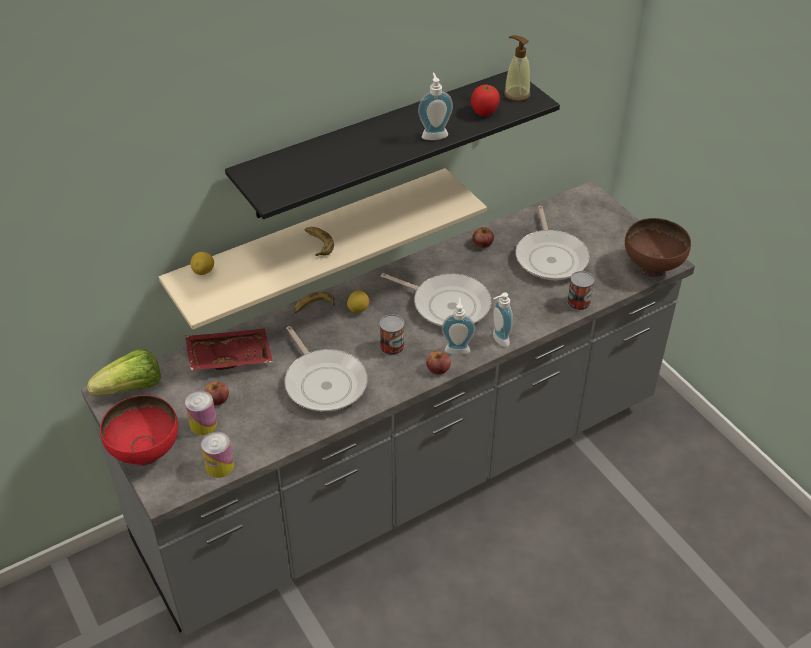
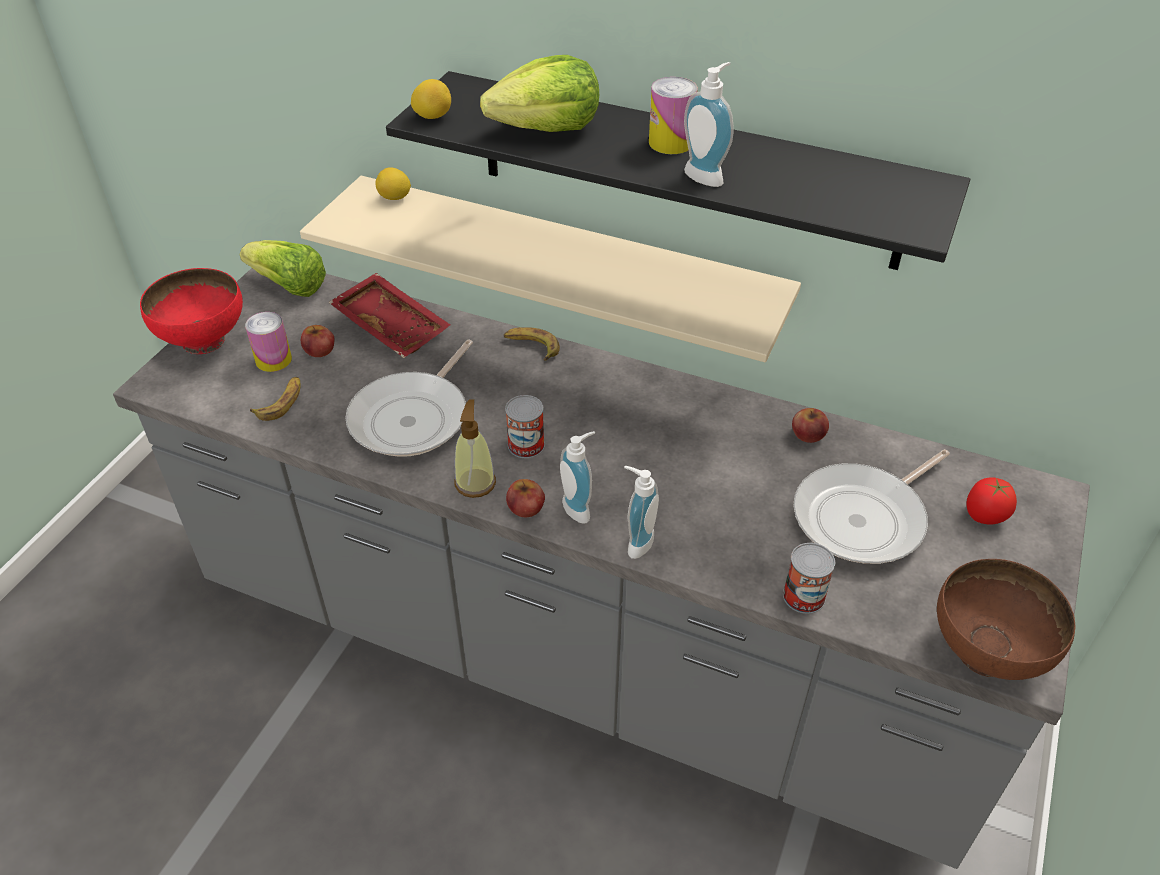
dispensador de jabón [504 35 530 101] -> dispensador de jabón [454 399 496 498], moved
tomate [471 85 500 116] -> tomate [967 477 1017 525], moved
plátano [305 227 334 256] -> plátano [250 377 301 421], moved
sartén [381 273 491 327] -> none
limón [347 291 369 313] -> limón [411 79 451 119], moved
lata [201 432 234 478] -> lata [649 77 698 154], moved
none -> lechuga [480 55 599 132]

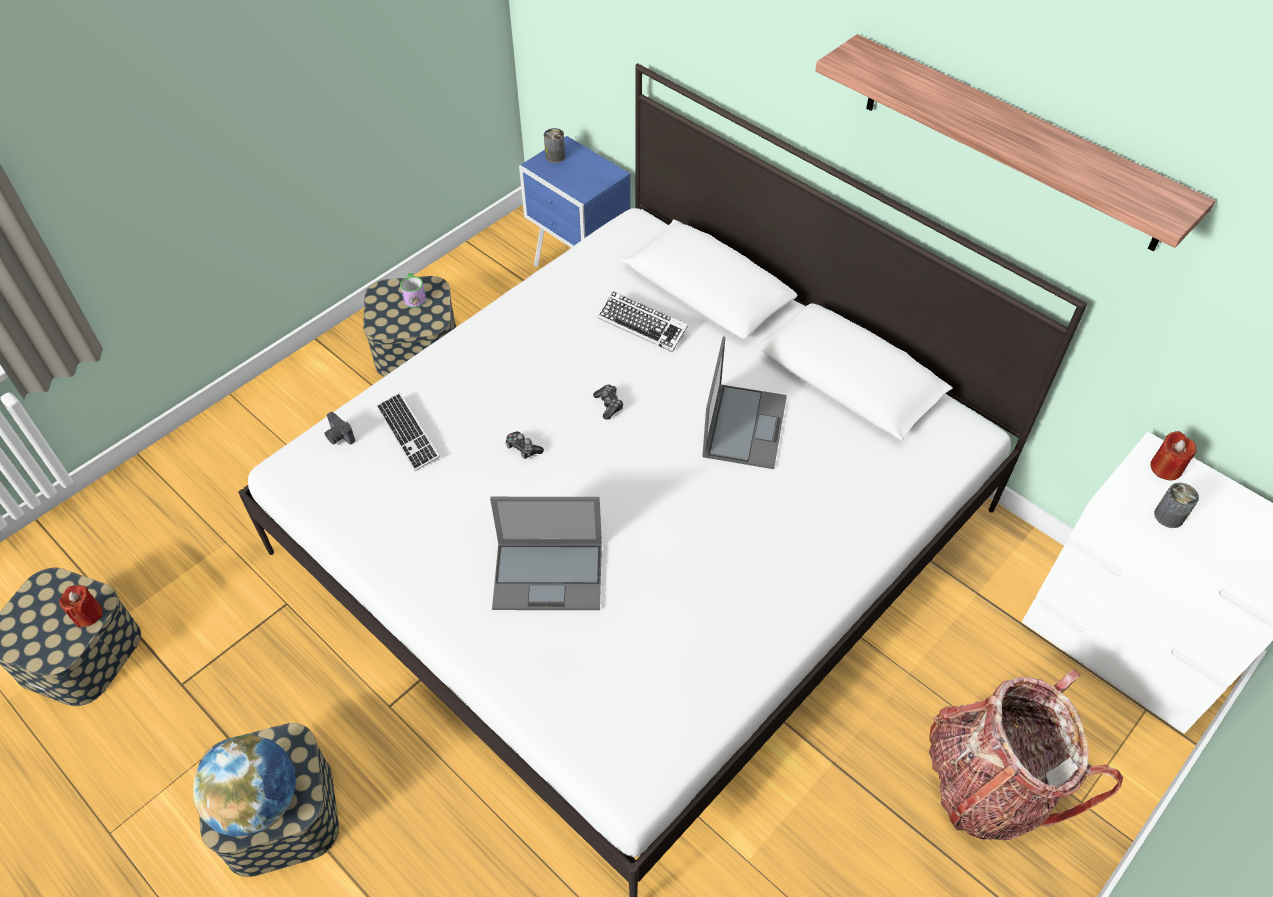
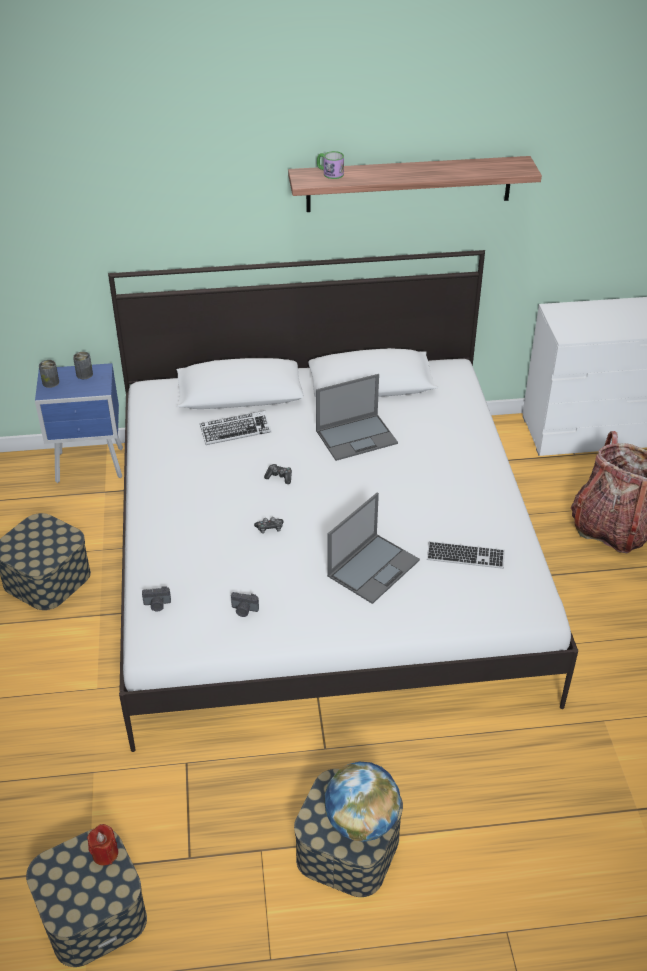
taza grande [400 273 426 308] -> taza grande [317 151 344 179], moved
portátil [703 336 787 469] -> portátil [316 374 398 461], 105 degrees clockwise
teclado [376 393 440 472] -> teclado [427 541 505 569], moved
vela/rojo [1150 431 1197 481] -> none
lata [1154 483 1199 528] -> lata [73 352 93 379], moved
none -> cámara [231 592 259 617]

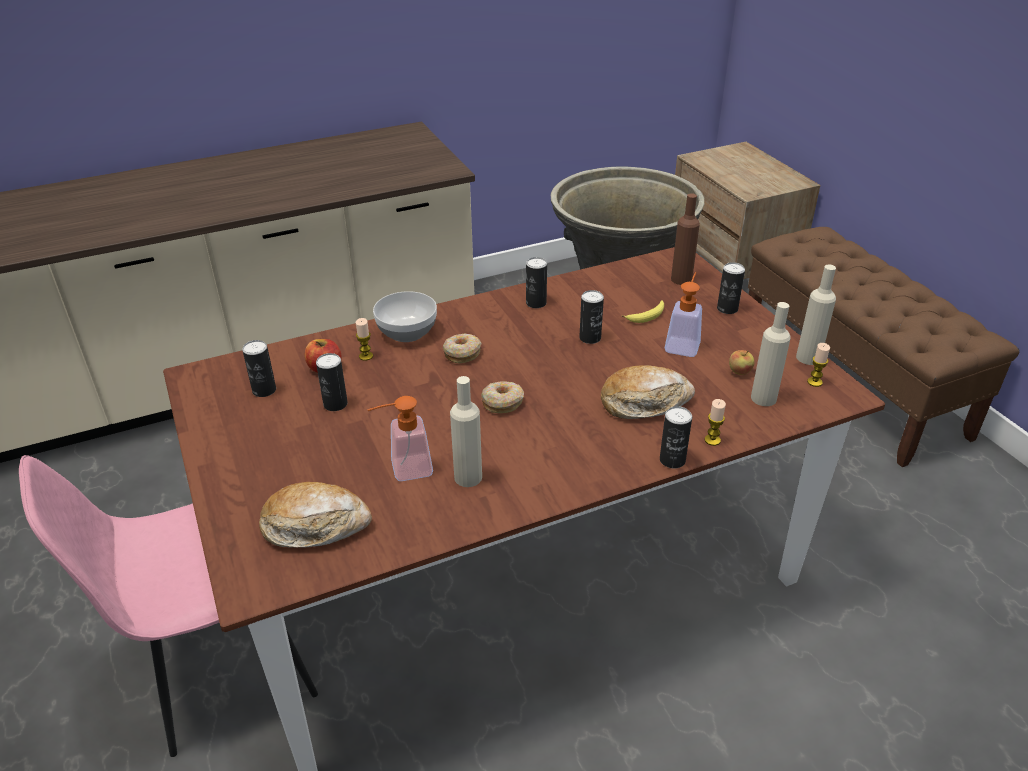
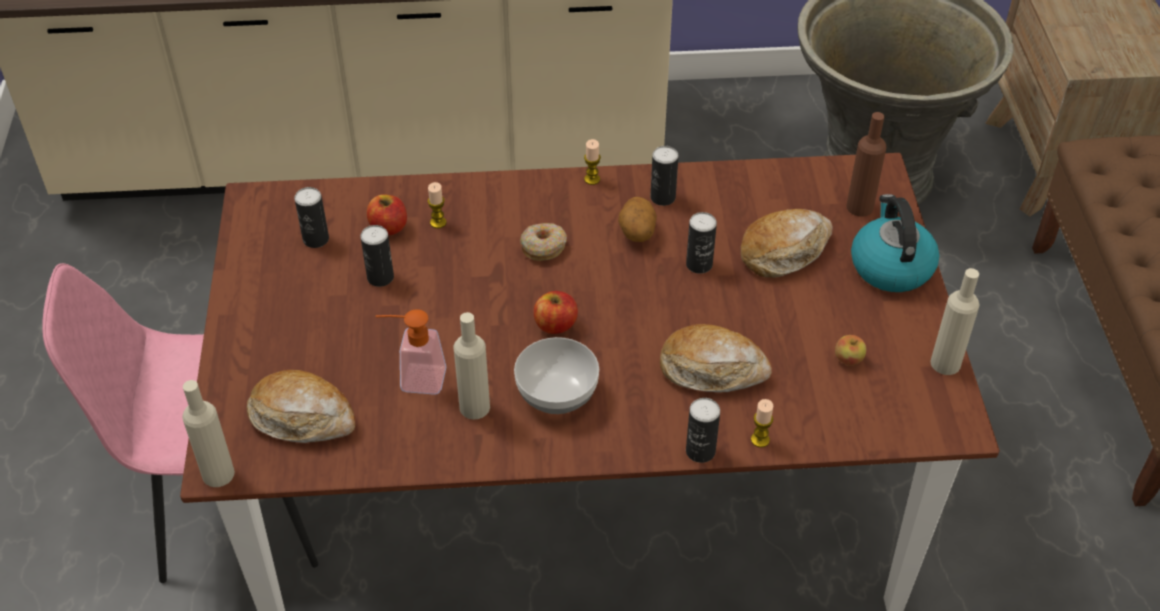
lata [717 262 745 314] -> hervidor [851 194 939 292]
dispensador de jabón [665 272 702 357] -> none
cuenco [373 291 437 342] -> cuenco [514 337 599 414], moved
plátano [622 300 664 323] -> pan [741 209 833 278]
botella/beis [751 302 791 406] -> botella/beis [182 380 235 487], moved
vela [807 343 830 387] -> vela [584 139 601 185], moved
rosquilla [481 381 524 413] -> manzana [534 291 578 334]
none -> patata [618 197 657 242]

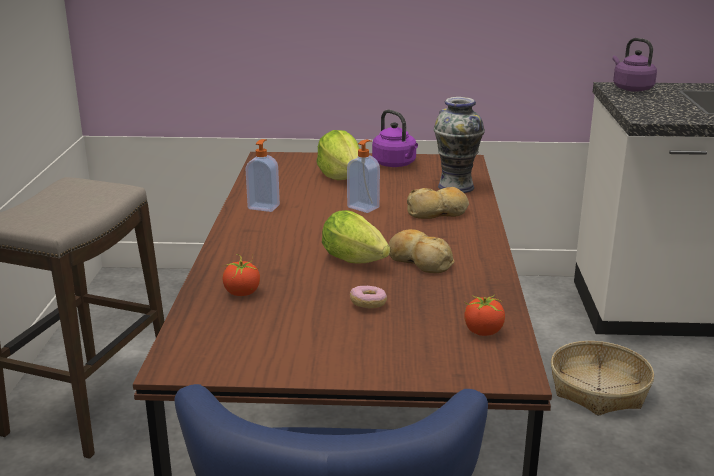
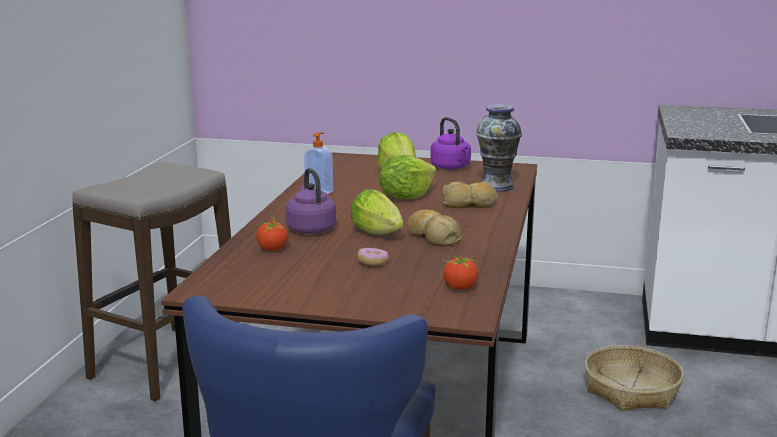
hervidor/morado [613 38 657 92] -> hervidor/morado [285 168 336 234], moved
dispensador de jabón [347 140 380 213] -> lechuga [379 155 436 199]

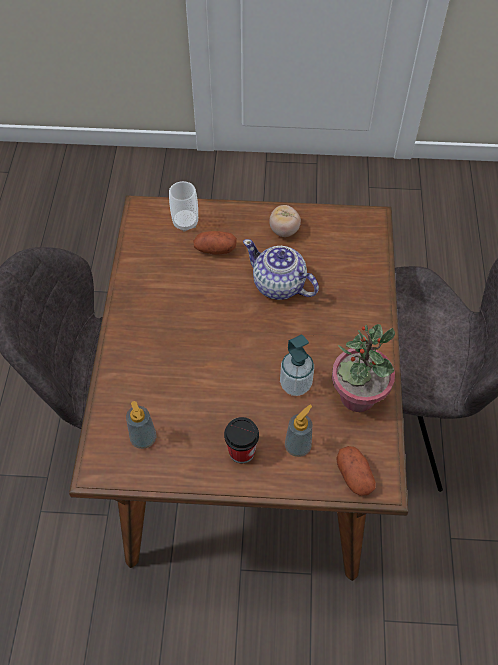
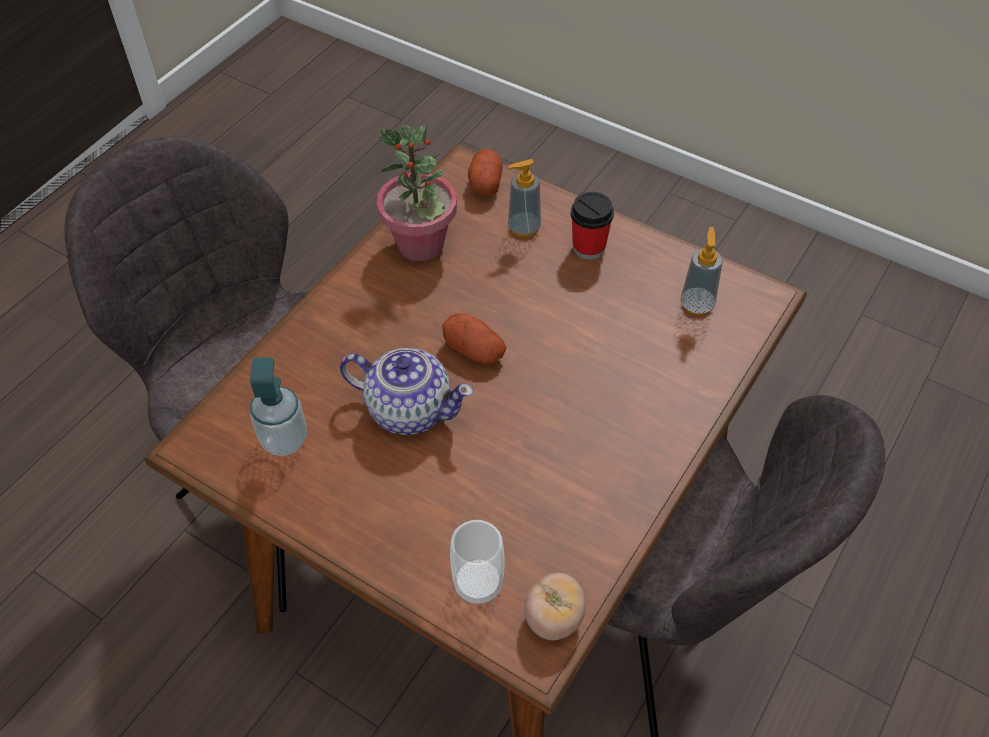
tomate [269 205 301 237] -> tomate [524 573 586 641], moved
patata [194 231 237 255] -> patata [442 313 506 364], moved
tetera [243 239 319 300] -> tetera [340 348 474 435], 45 degrees counterclockwise
dispensador de jabón [280 334 314 396] -> dispensador de jabón [250 357 307 456], moved

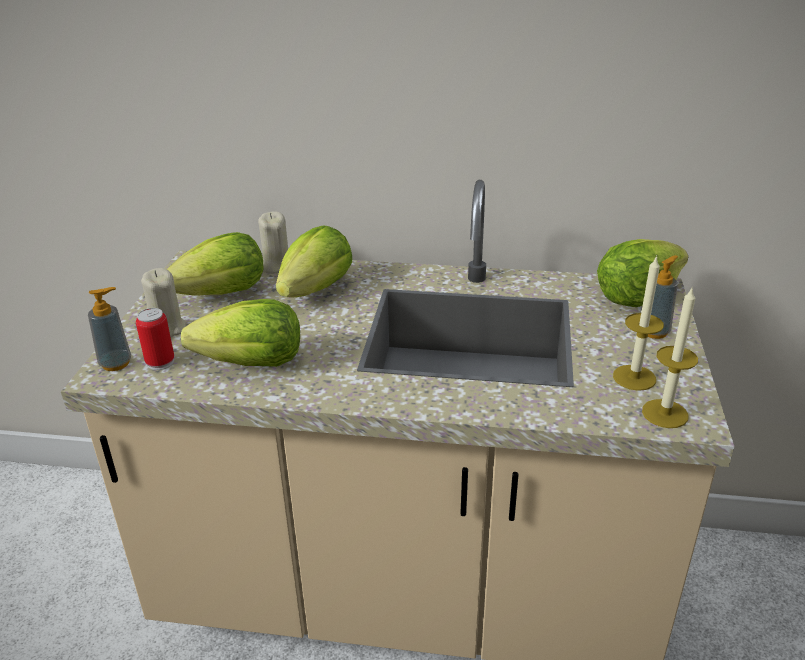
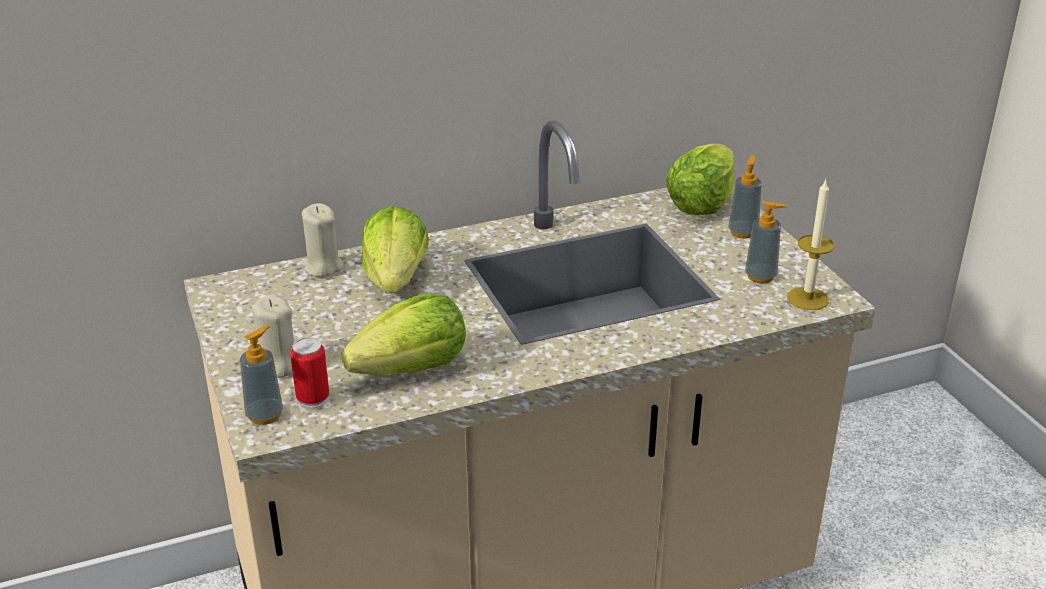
lechuga [167 232 264 296] -> none
vela [613 255 664 391] -> dispensador de jabón [745 201 787 283]

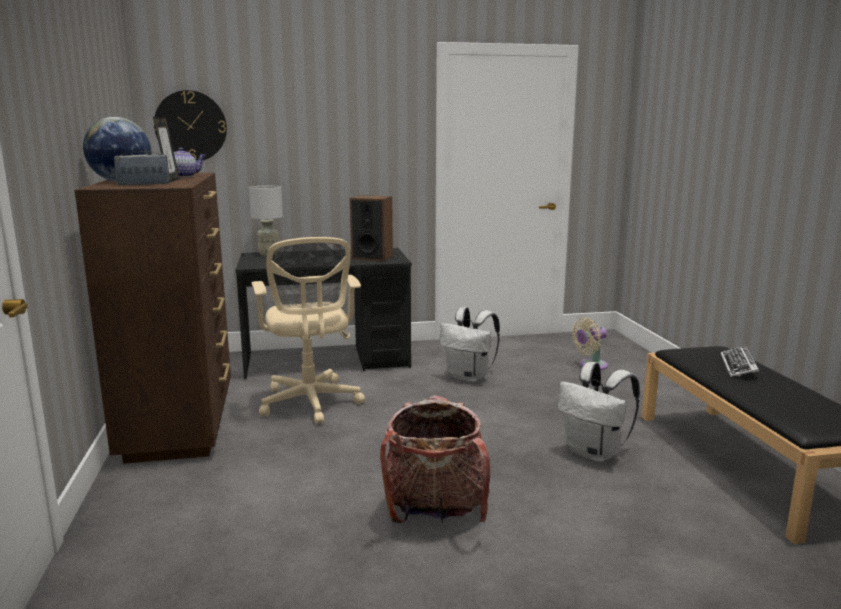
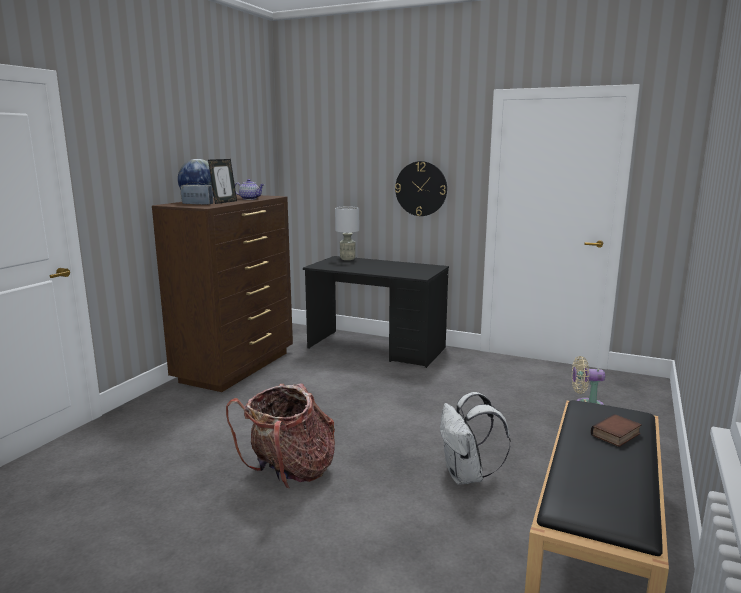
reloj de pared [154 90 227 161] -> reloj de pared [395 161 447 216], moved
altavoz [350 195 393 262] -> none
silla de oficina/beis [252 237 365 425] -> none
mochila/blanco [439 307 500 382] -> none
teclado [721 346 759 378] -> libro [591 414 642 447]

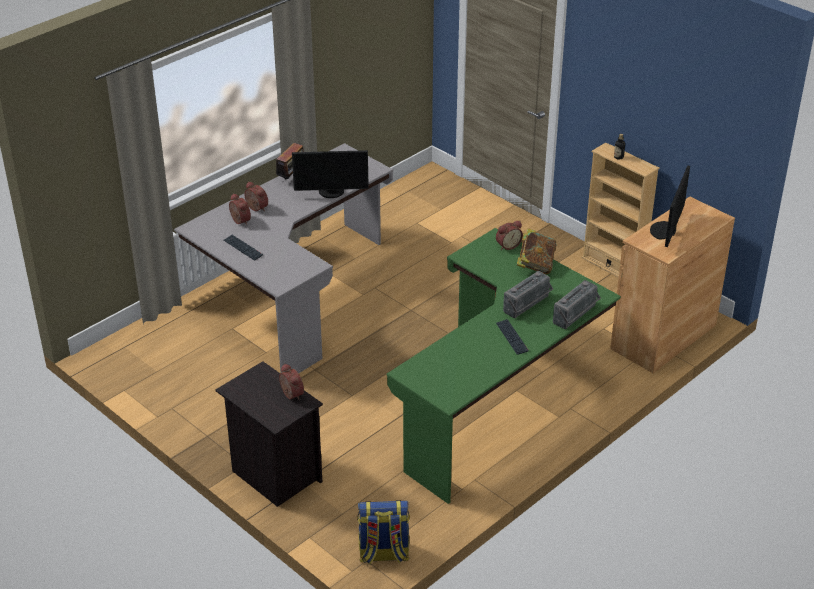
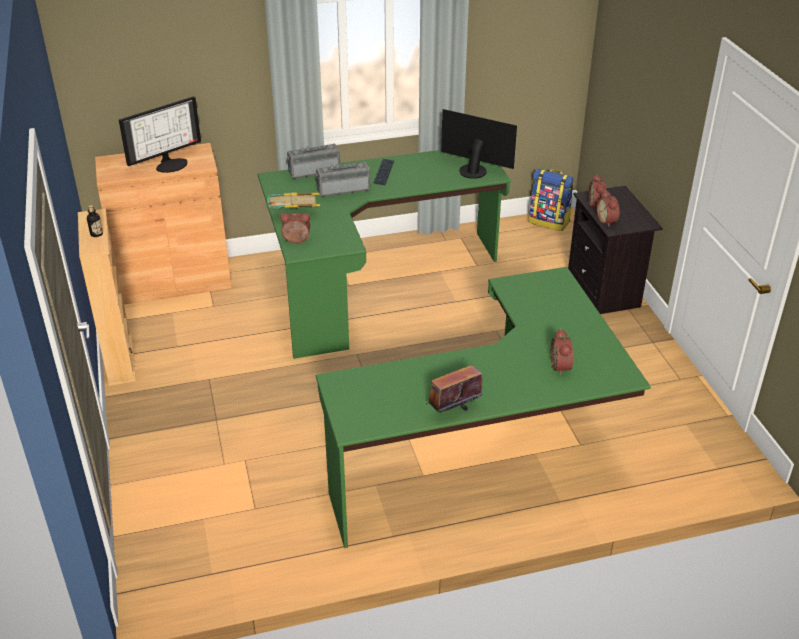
escritorio/gris [174 143 393 373] -> escritorio/verde [316 267 651 548]
monitor [292 150 369 198] -> monitor [441 109 517 179], moved
despertador [244 181 268 211] -> despertador [597 190 619 227], moved
teclado [223 235 263 261] -> none

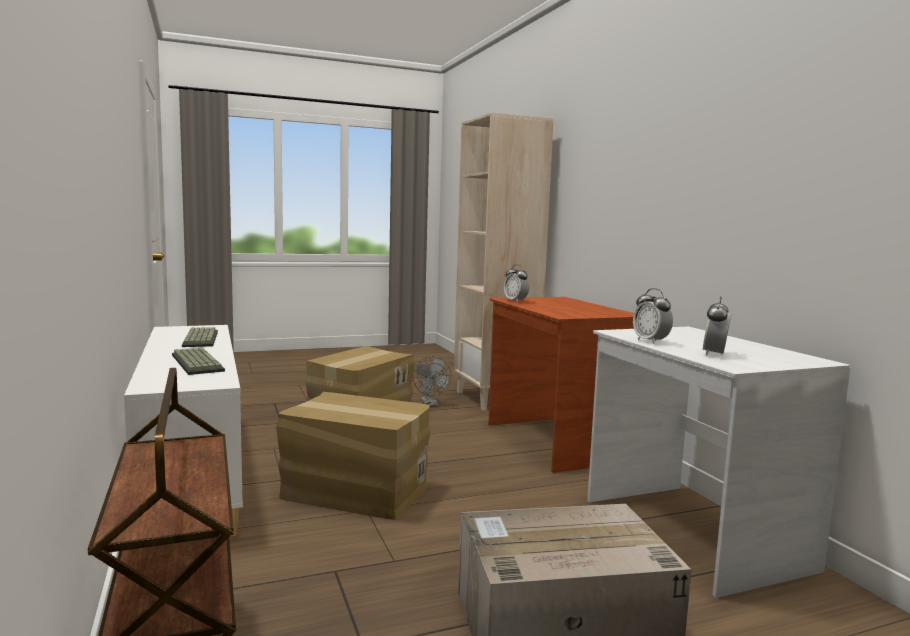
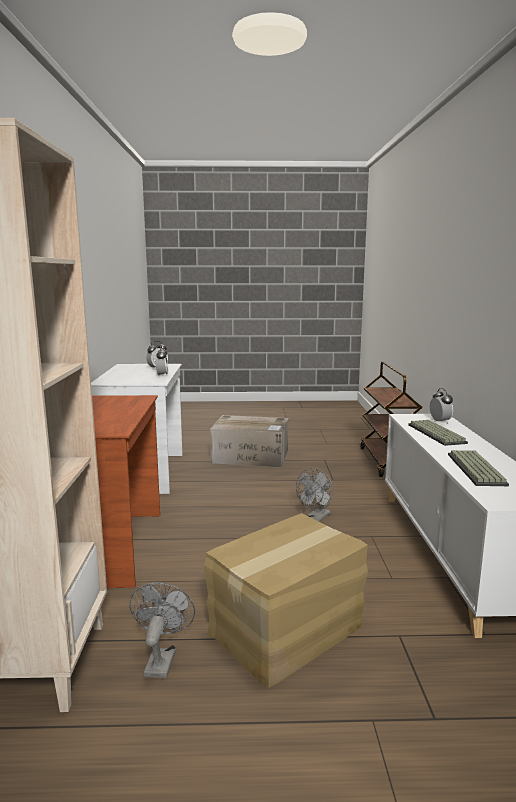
despertador [504 264 530 302] -> despertador [430 388 453 423], moved
caja de cartón [276 392 430 520] -> ventilador/gris [296 468 333 522]

